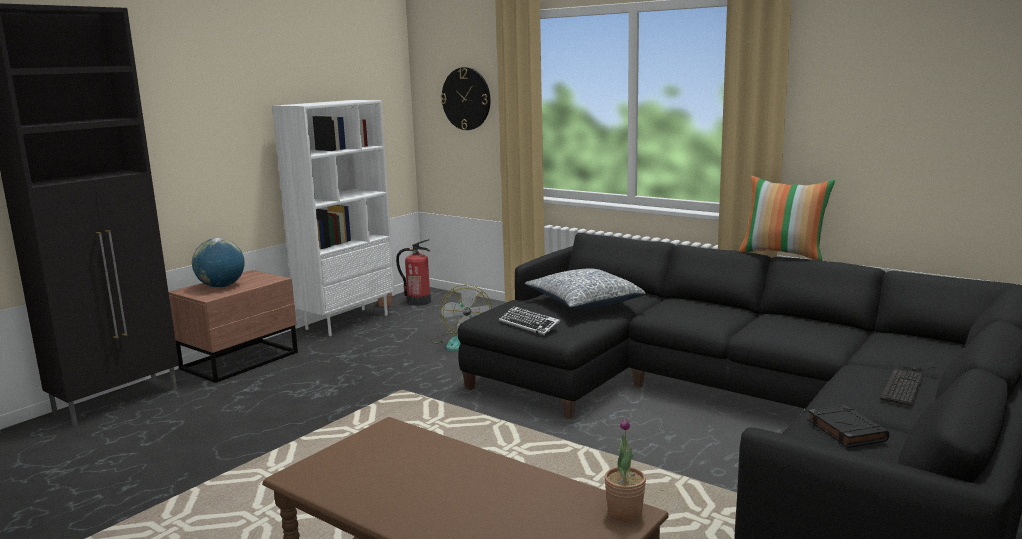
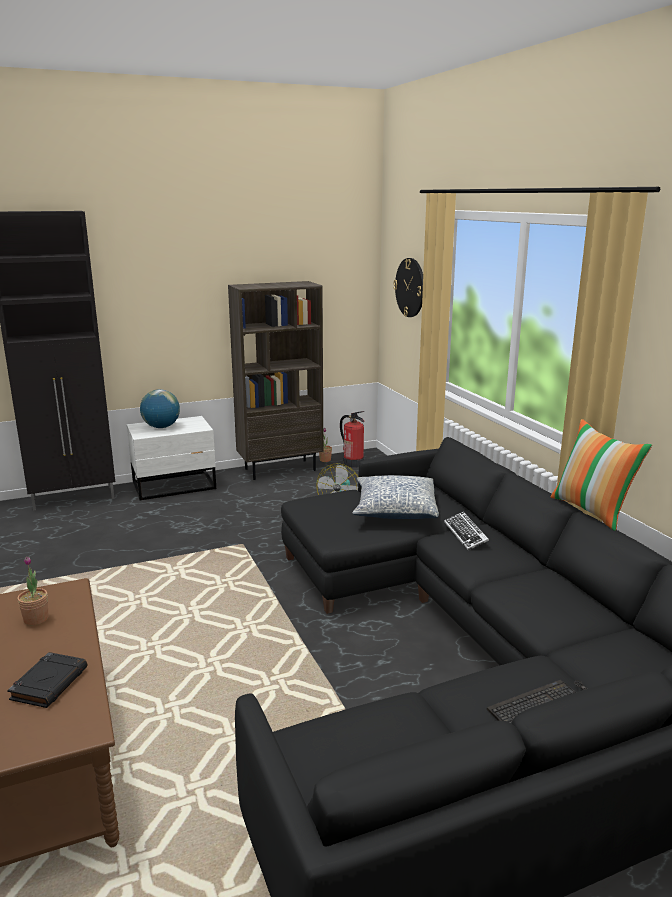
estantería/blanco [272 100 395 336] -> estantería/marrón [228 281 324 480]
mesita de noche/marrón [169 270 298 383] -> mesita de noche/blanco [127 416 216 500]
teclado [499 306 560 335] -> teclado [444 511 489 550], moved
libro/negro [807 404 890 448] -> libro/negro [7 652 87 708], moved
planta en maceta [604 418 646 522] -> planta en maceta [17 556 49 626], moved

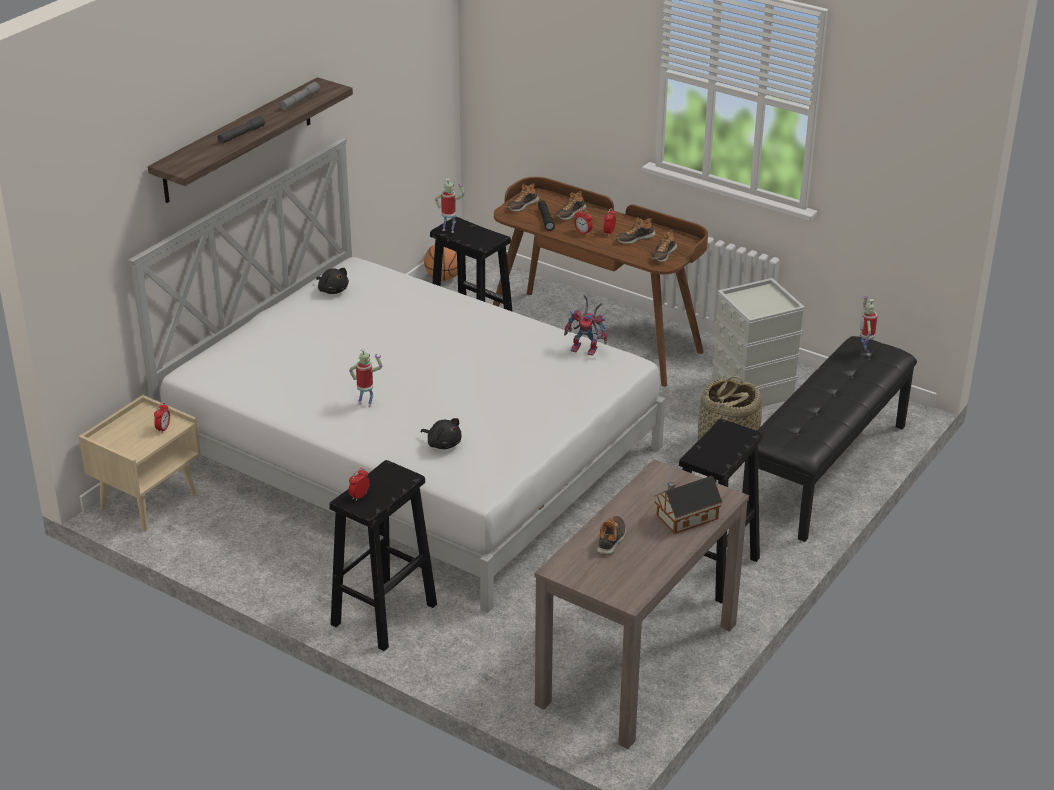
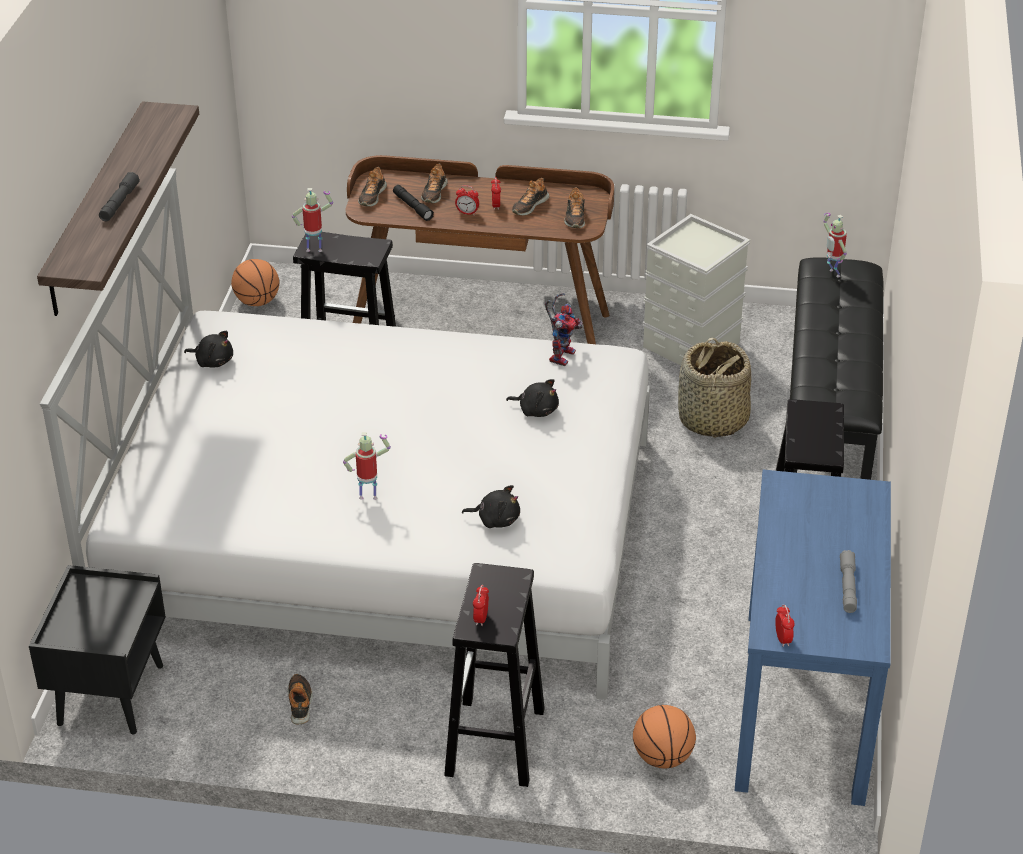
linterna/gris [280 82 320 110] -> linterna/gris [840 550 857 613], moved
robot de juguete [564 295 608 356] -> robot de juguete [545 293 582 366], 60 degrees counterclockwise
mesita de noche/beis [79 395 201 531] -> mesita de noche/negro [29 565 166 735]
despertador [154 402 170 433] -> despertador [775 605 795 647], moved
mesa consola/marrón [535 459 749 749] -> mesa consola/azul [735 470 891 806]
casita [654 476 722 534] -> none
zapato [597 515 626 555] -> zapato [288 674 313 725], moved
none -> peluche/negro [506 379 559 417]
none -> balón de baloncesto [633 705 696 768]

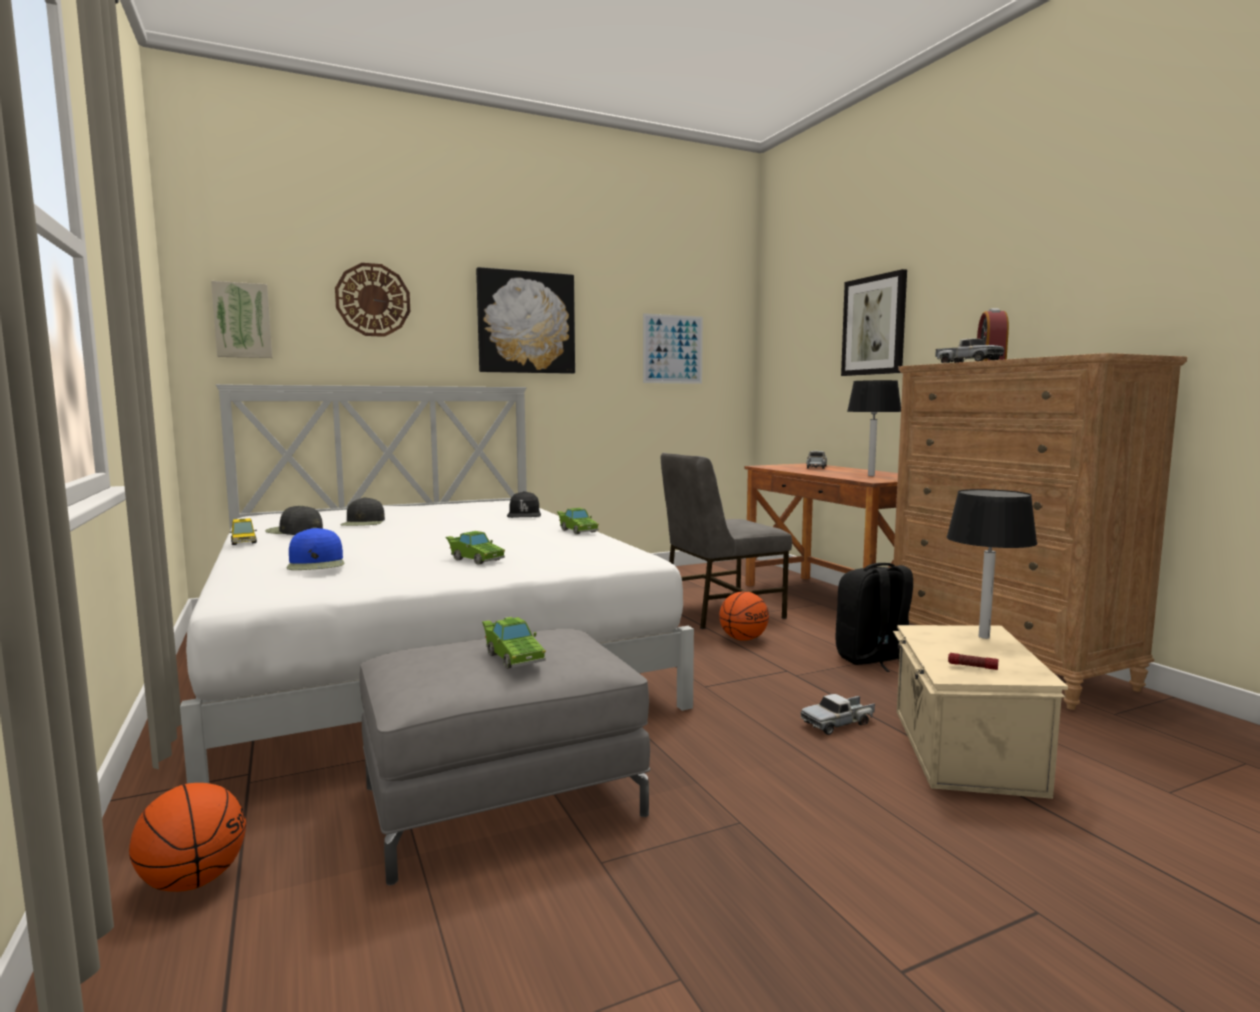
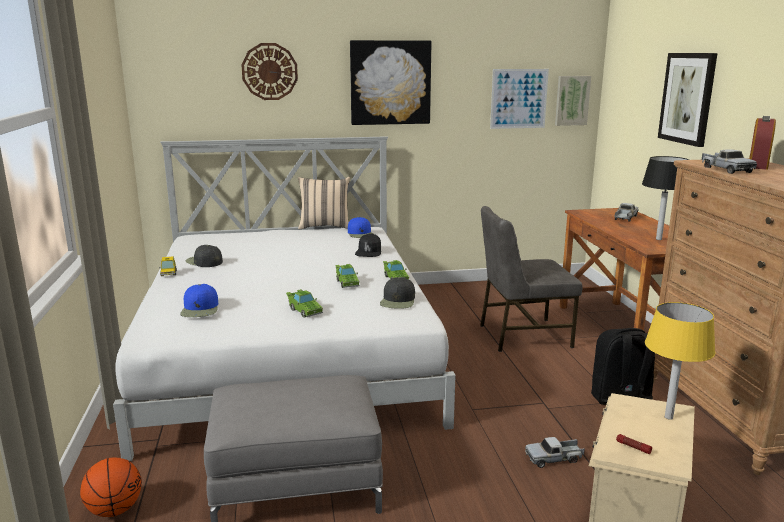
cuadro [211 281 272 358] -> cuadro [555 76 591 126], moved
lámpara de mesa/negro [946 489 1037 639] -> lámpara de mesa/amarillo [645 302 716 420]
gorra/negro [341 497 385 526] -> gorra/negro [380 277 415 309], moved
balón de baloncesto [719 591 769 641] -> none
coche de juguete/verde [482 617 546 669] -> coche de juguete/verde [335 264 360 288], moved
none -> cojín/beis [298 177 350 230]
none -> gorra/azul [348 217 373 238]

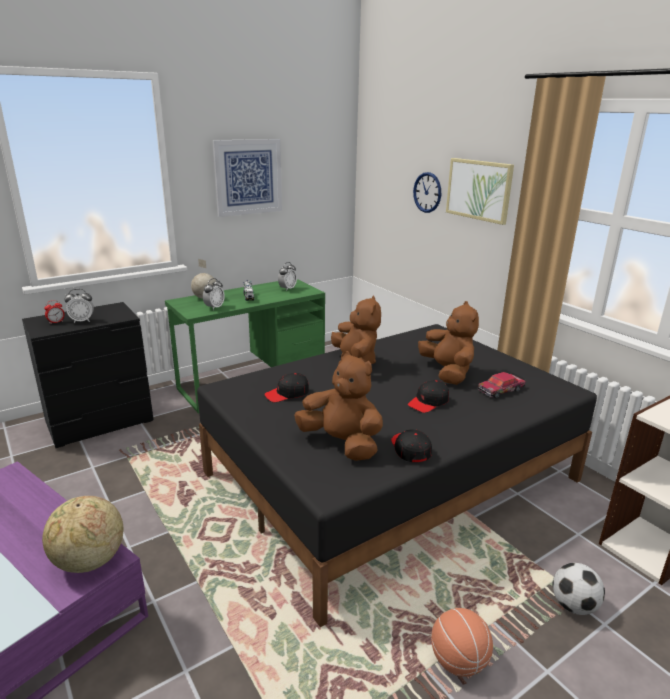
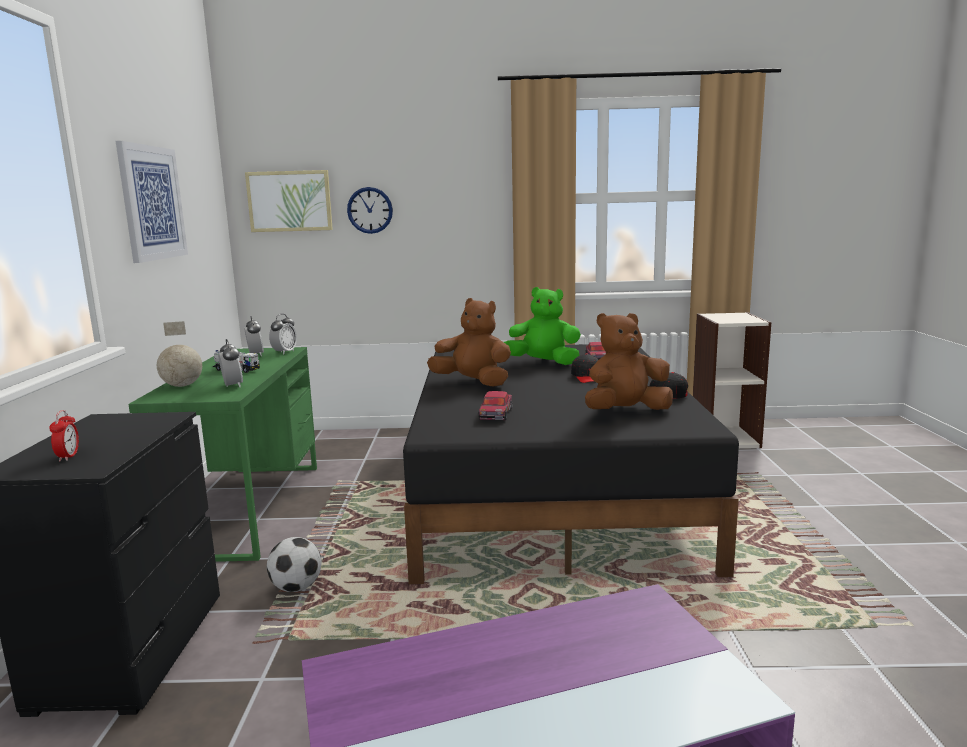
cuadro [446 158 514 225] -> cuadro [245 170 333 232], moved
despertador [64 289 94 323] -> despertador [269 314 297 354], moved
peluche/marrón [418 301 479 385] -> peluche/verde [504 287 581 365]
gorra/negro [264 373 309 402] -> coche de juguete [478 391 512 420]
globo terráqueo [42 496 124 573] -> none
balón de fútbol [552 563 605 615] -> balón de fútbol [267 537 322 592], moved
balón de baloncesto [431 608 493 677] -> none

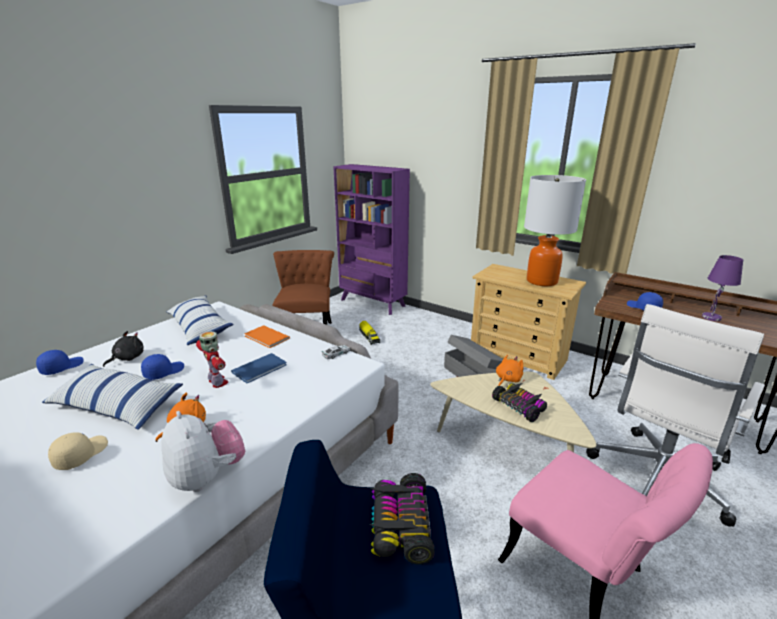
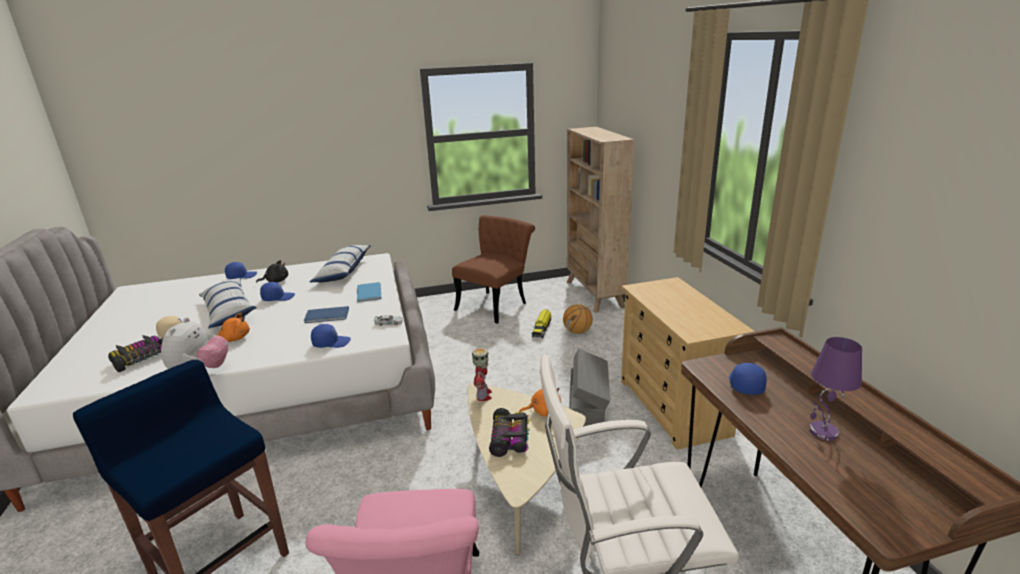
estantería/morado [333 164 410 315] -> estantería/beis [567 127 635 313]
lámpara de mesa [524 175 586 286] -> none
libro/naranja [244 325 290 348] -> libro/azul [357 282 381 302]
robot de juguete [196 331 229 388] -> robot de juguete [472 348 492 401], moved
coche de juguete [369 473 435 565] -> coche de juguete [108 335 164 372], moved
none -> balón de baloncesto [563 304 593 334]
none -> gorra/azul [311 324 351 348]

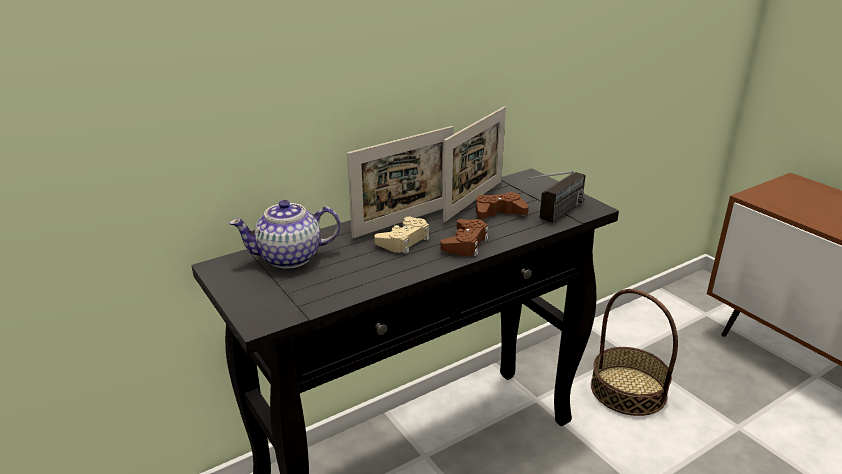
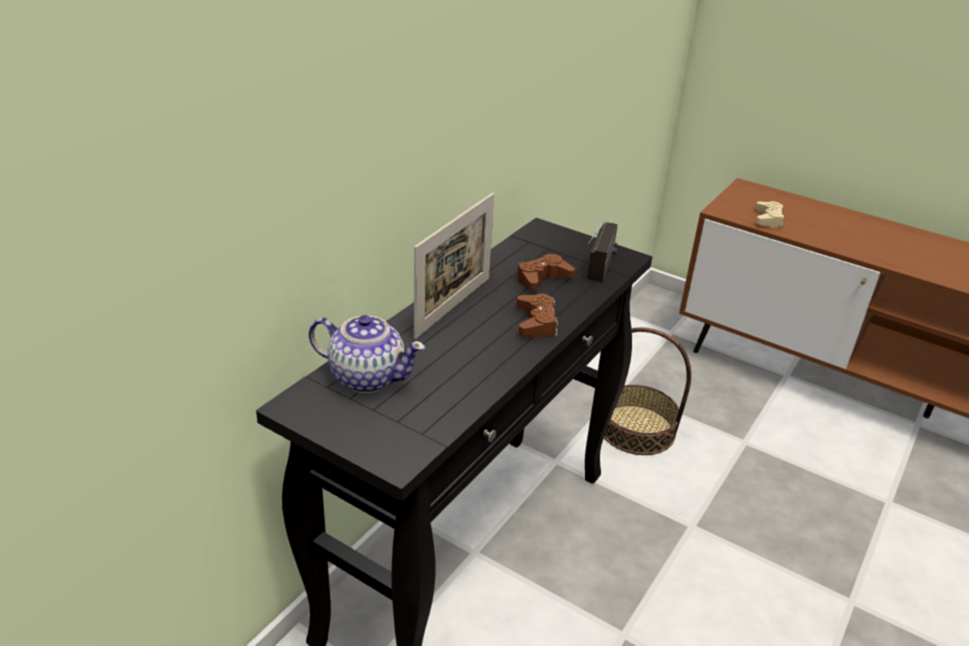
portarretratos [443 106 506 223] -> none
tetera [229 200 341 269] -> tetera [309 315 425 393], 120 degrees counterclockwise
mando de consola/beis [374 217 430 254] -> mando de consola/beis [756 201 784 228], moved

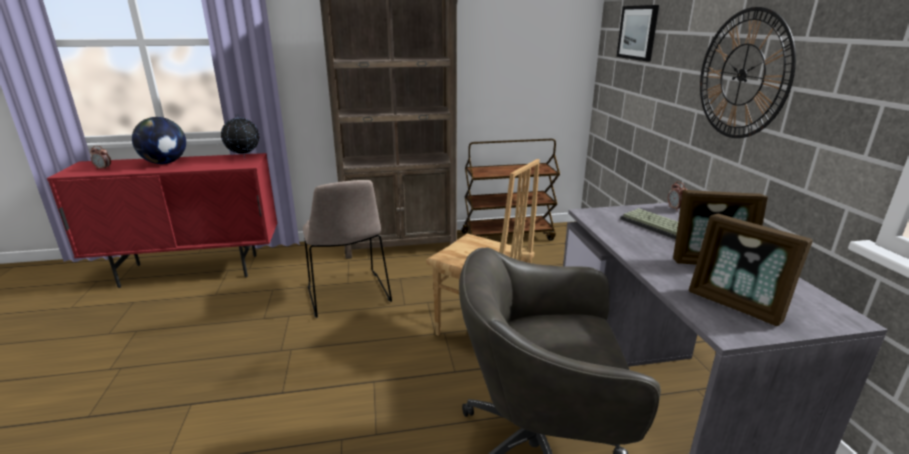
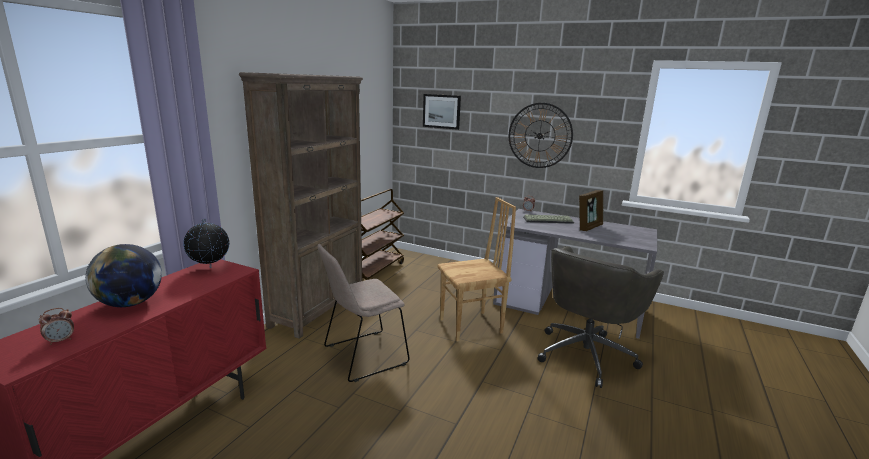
silla/beis [303 180 392 318] -> silla/beis [317 244 410 382], 135 degrees clockwise
portarretratos [689 214 813 326] -> none

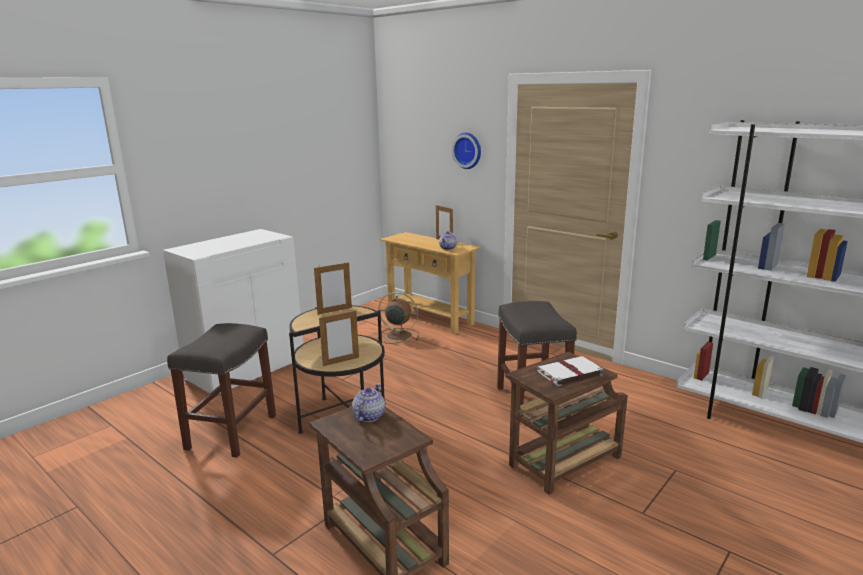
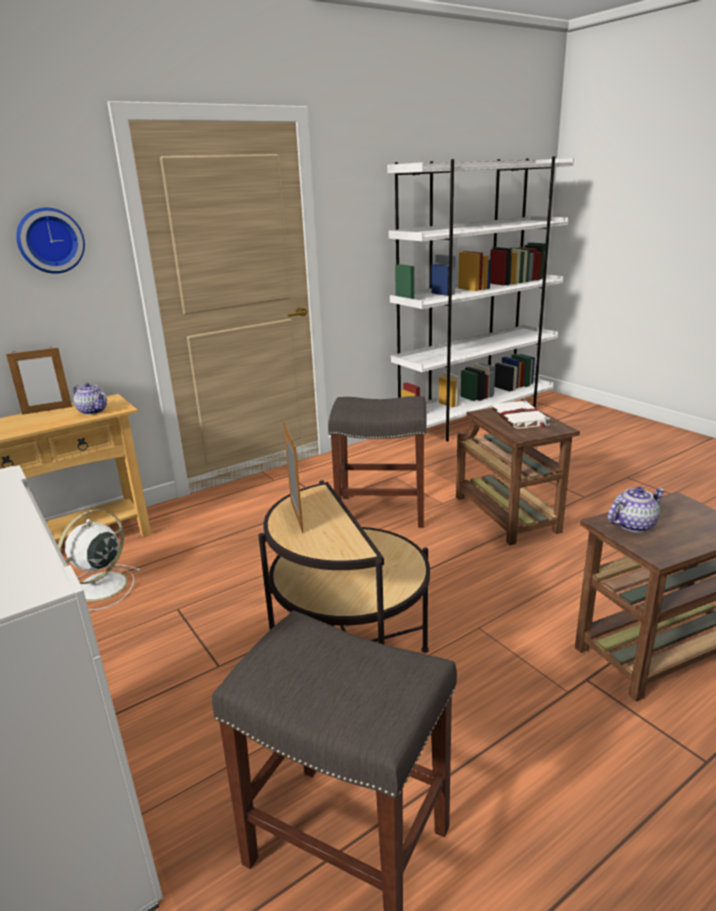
ventilador/marrón [378 292 419 344] -> ventilador/blanco [58 509 141 610]
portarretratos [319 310 359 366] -> none
tetera [352 384 385 422] -> tetera [608 487 665 532], 120 degrees clockwise

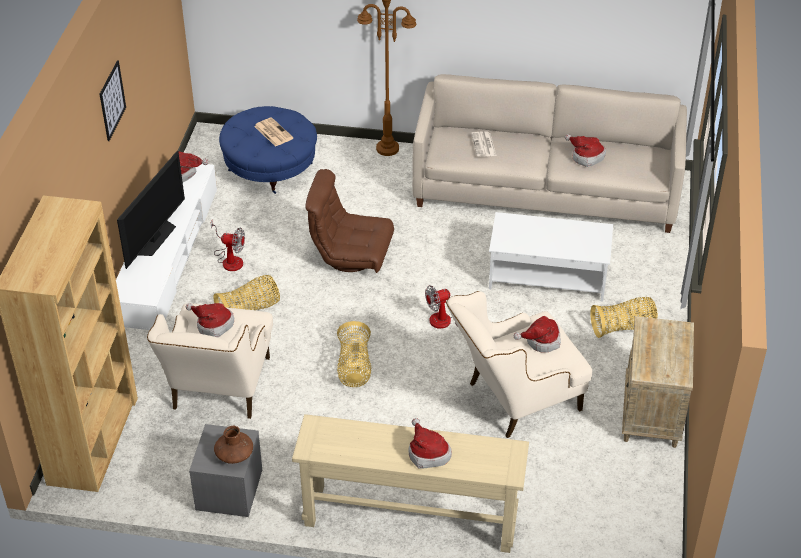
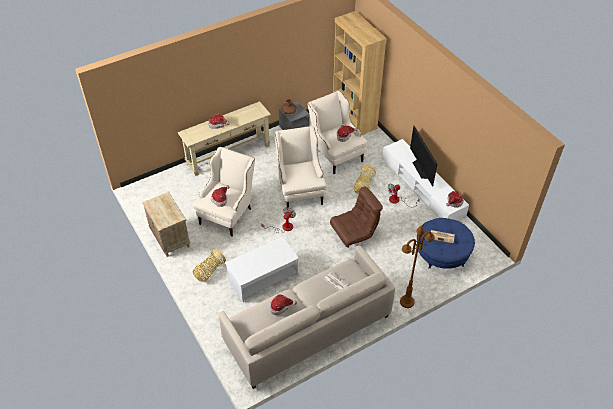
cuadro [100 60 126 141] -> none
cesta [337 321 372 387] -> sillón/beis [275 126 327 210]

